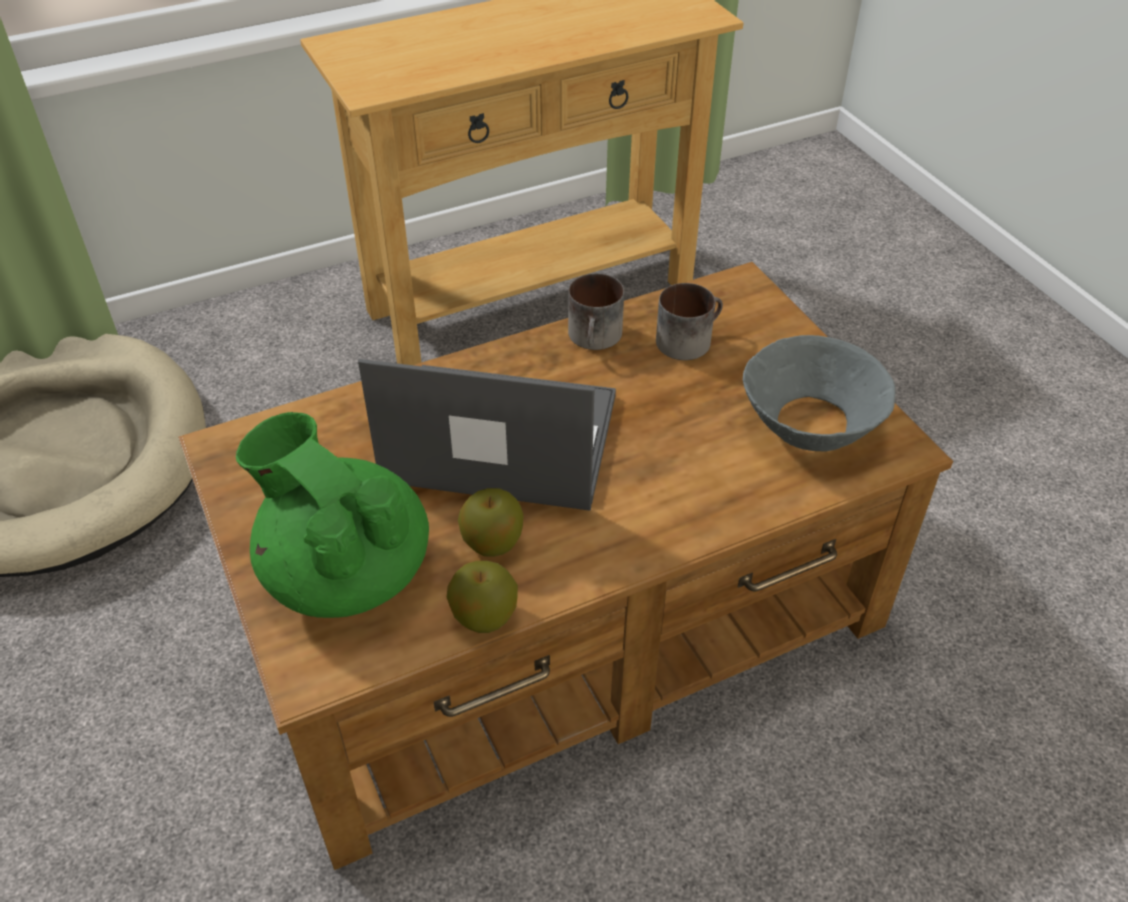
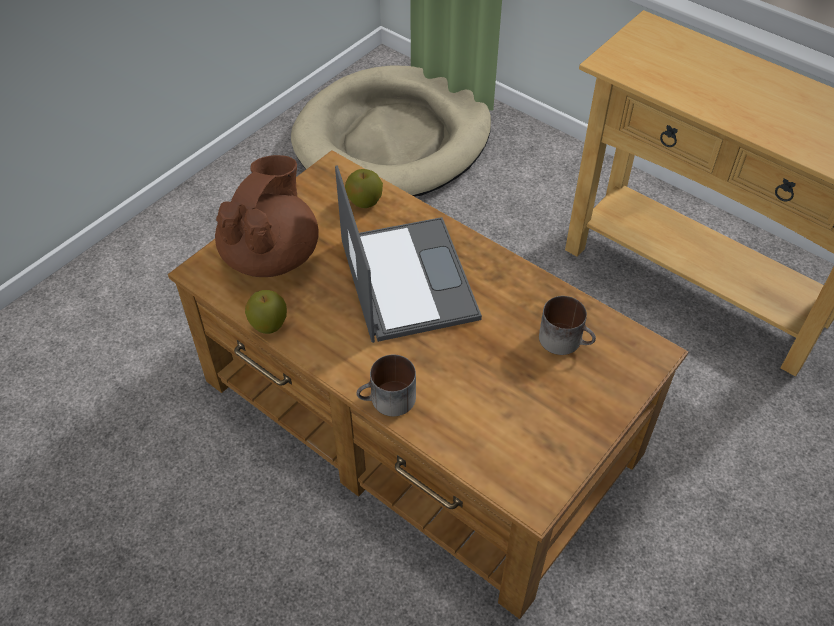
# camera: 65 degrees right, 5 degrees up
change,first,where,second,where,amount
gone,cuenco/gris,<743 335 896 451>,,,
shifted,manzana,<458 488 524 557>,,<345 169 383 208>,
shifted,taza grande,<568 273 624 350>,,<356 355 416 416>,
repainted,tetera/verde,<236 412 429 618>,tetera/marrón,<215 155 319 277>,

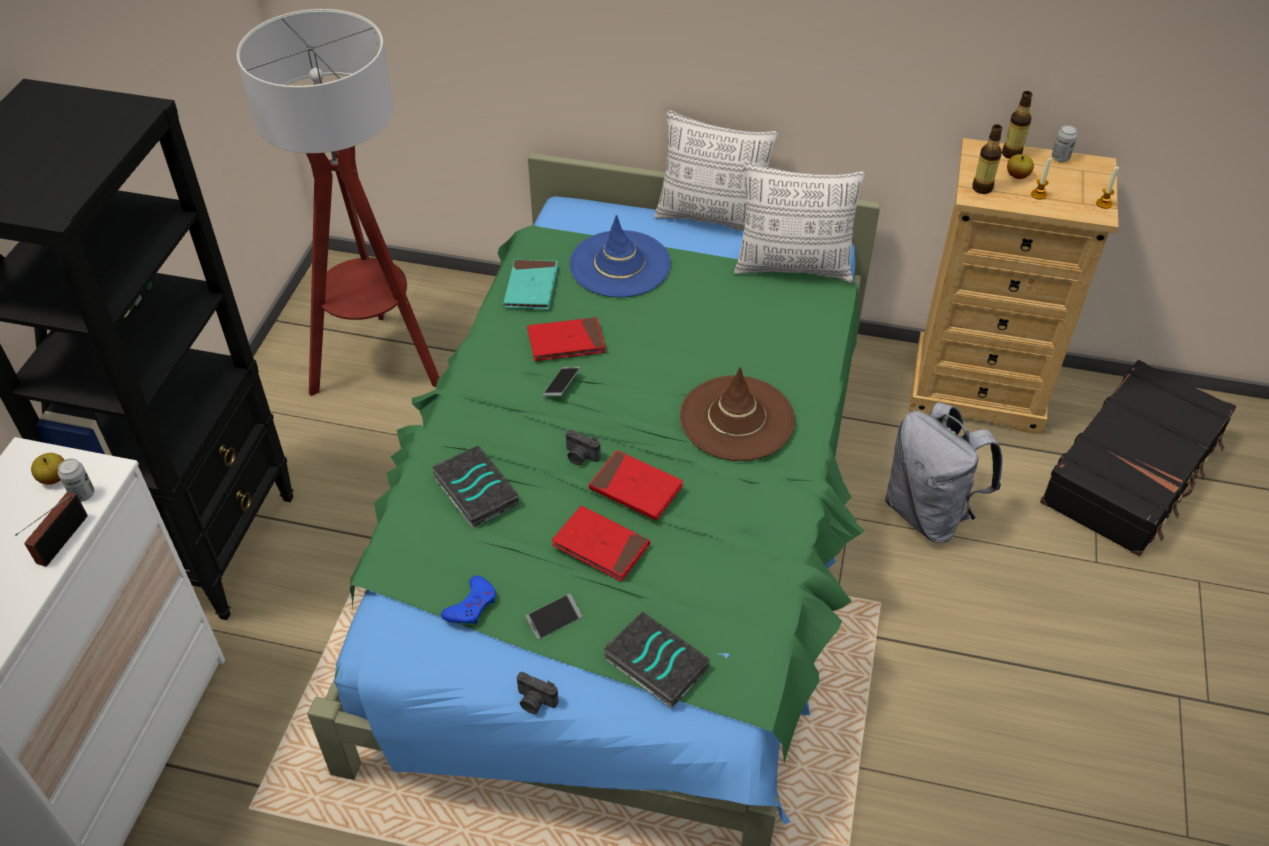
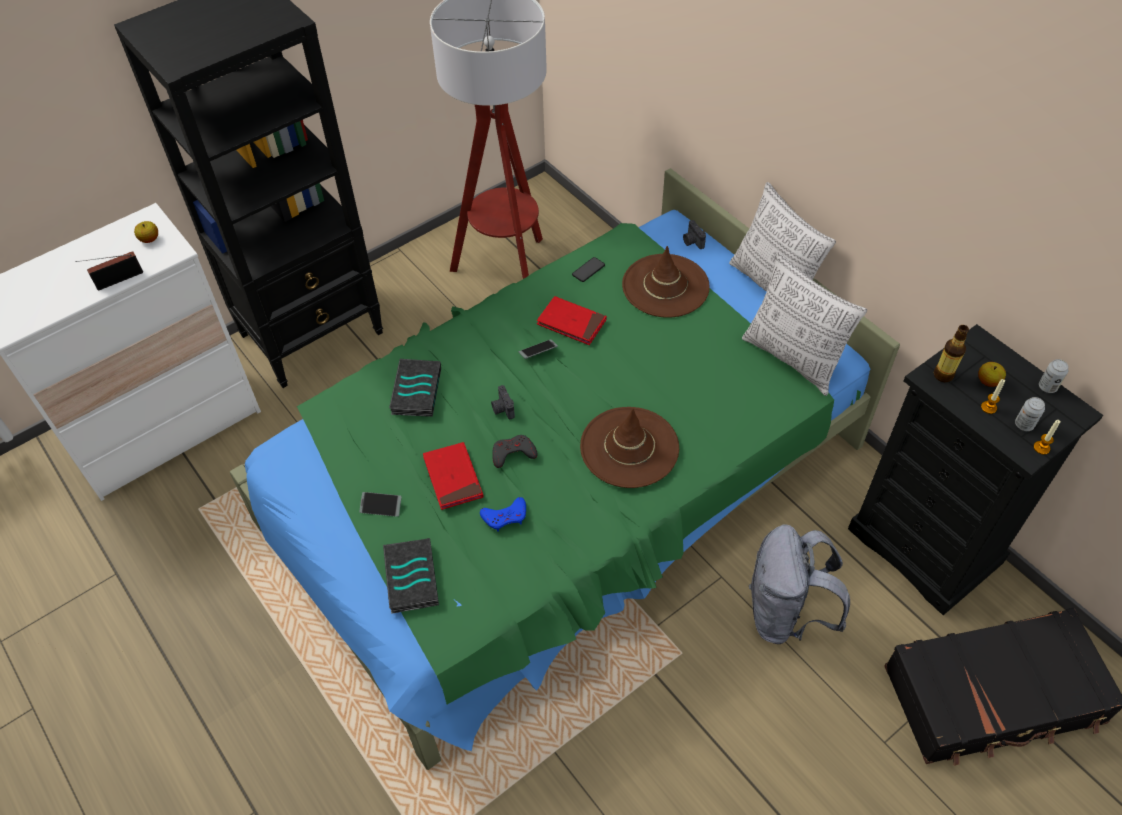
# camera: 40 degrees right, 5 degrees up
change,first,where,second,where,amount
gone,botella,<1002 91 1033 159>,,,
shifted,lata,<58 458 95 502>,,<1015 397 1045 431>,
shifted,mando de consola/azul,<441 576 496 624>,,<480 497 526 532>,
shifted,cámara,<517 672 559 714>,,<683 220 706 249>,
swapped,libro/turquesa,<503 259 558 310>,móvil,<572 257 605 282>,
swapped,libro/rojo,<589 450 683 520>,mando de consola/gris,<492 435 537 468>,
repainted,sombrero/azul,<569 215 671 297>,sombrero/marrón,<622 246 710 318>,
repainted,cómoda/beis,<909 138 1118 435>,cómoda/negro,<848 324 1103 615>,

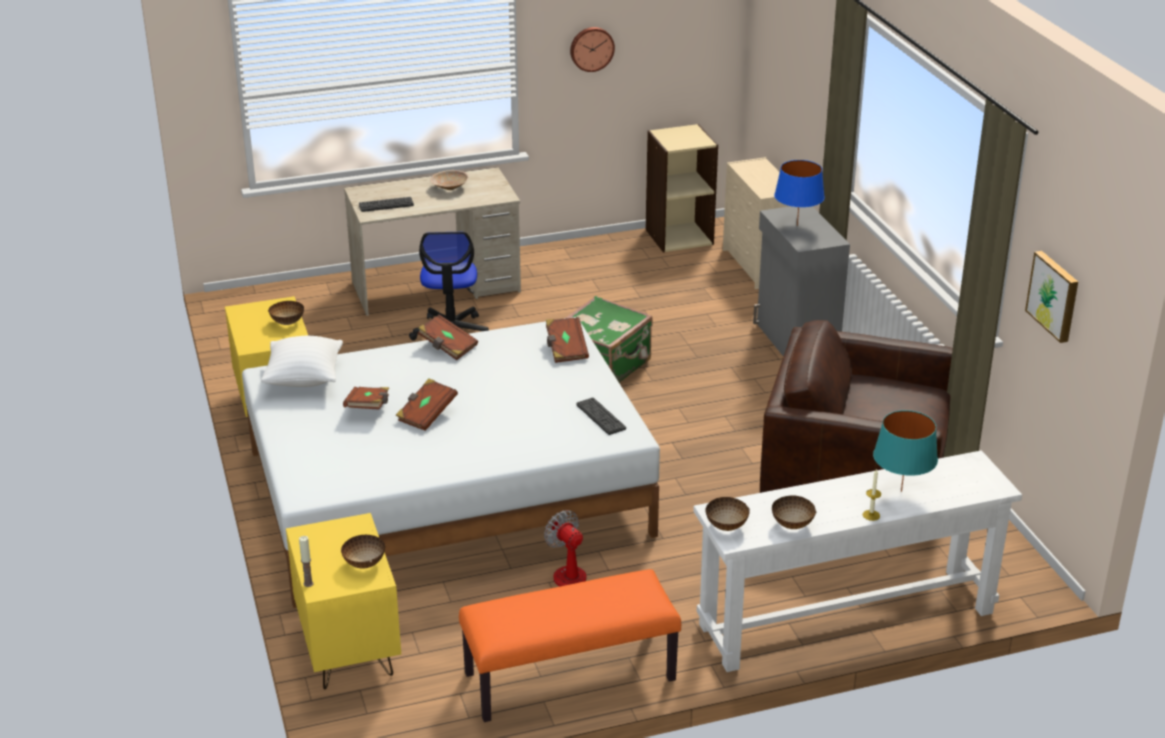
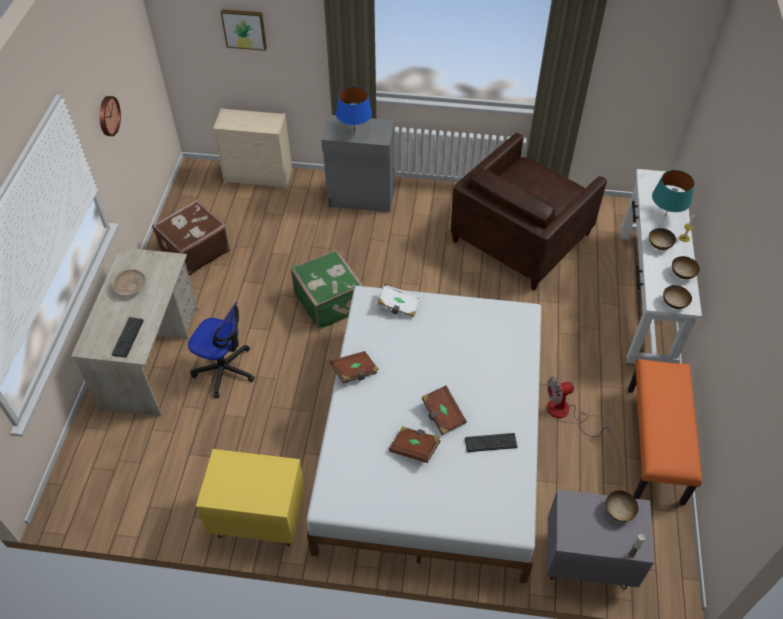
# camera: 65 degrees left, 20 degrees up
change,first,where,second,where,amount
gone,cojín/blanco,<261 336 343 387>,,,
gone,estantería/beis,<646 124 718 252>,,,
new,,,maleta/marrón,<152 200 230 275>,
shifted,cuenco,<268 301 304 325>,,<649 228 676 250>,
shifted,teclado,<576 397 626 435>,,<465 433 517 452>,
shifted,cuadro,<1025 251 1078 343>,,<221 9 267 51>,
repainted,mesita de noche/amarillo,<286 513 401 689>,mesita de noche/gris,<547 490 654 589>,
repainted,libro/marrón,<546 317 589 363>,libro/blanco,<377 283 419 319>,

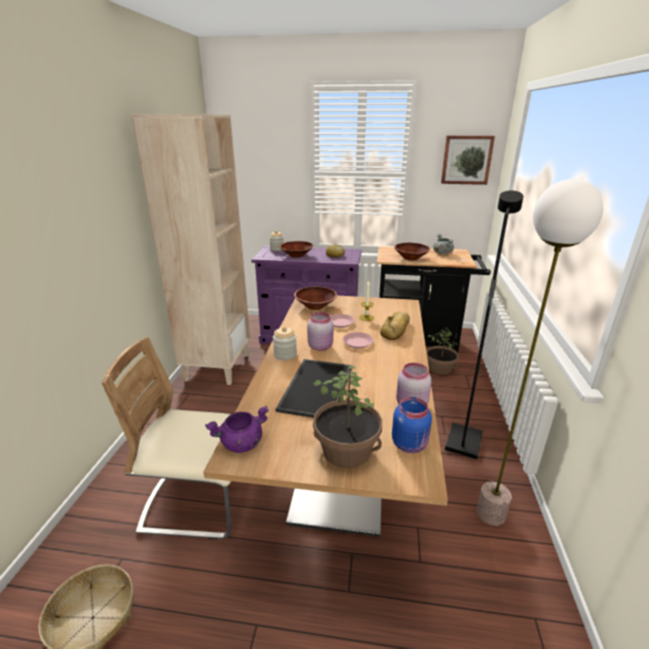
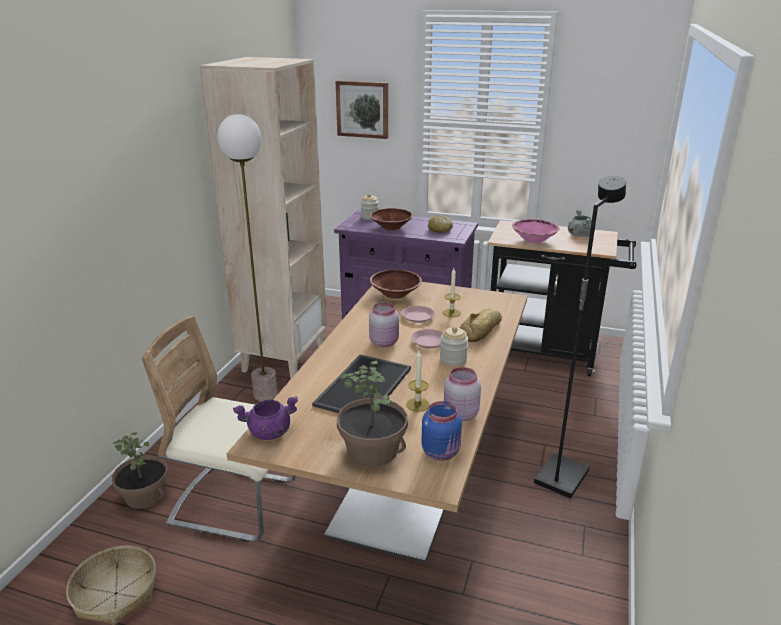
# camera: 10 degrees right, 0 degrees up
change,first,where,second,where,amount
new,,,vela,<406 351 430 412>,
shifted,tarro,<273 327 297 360>,,<440 326 468 366>,
shifted,planta en maceta,<426 328 459 375>,,<112 432 168 509>,
shifted,cuadro,<441 136 495 185>,,<336 80 388 139>,
shifted,lámpara de pie,<476 179 603 526>,,<217 114 278 401>,
repainted,cuenco/marrón,<394 243 430 260>,cuenco/rosa,<512 219 559 243>,

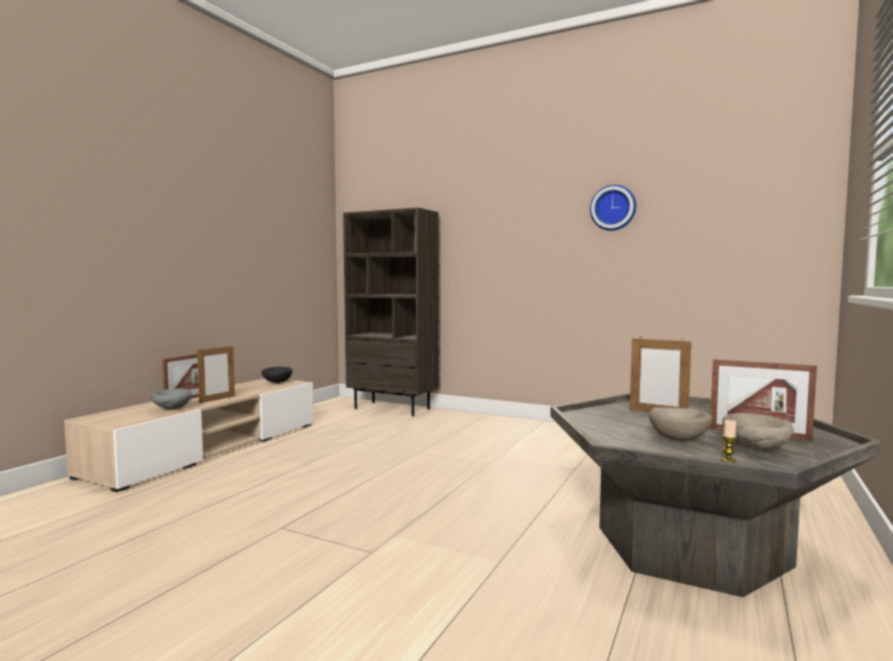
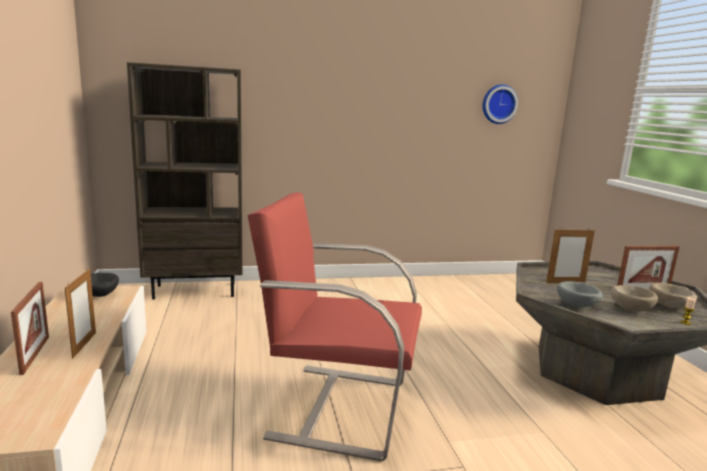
# camera: 40 degrees left, 10 degrees up
change,first,where,second,where,amount
new,,,sillón/rojo,<247 192 422 461>,
shifted,cuenco/gris,<151 389 192 409>,,<557 281 603 307>,
shifted,reloj de pared,<590 185 636 231>,,<483 84 518 124>,

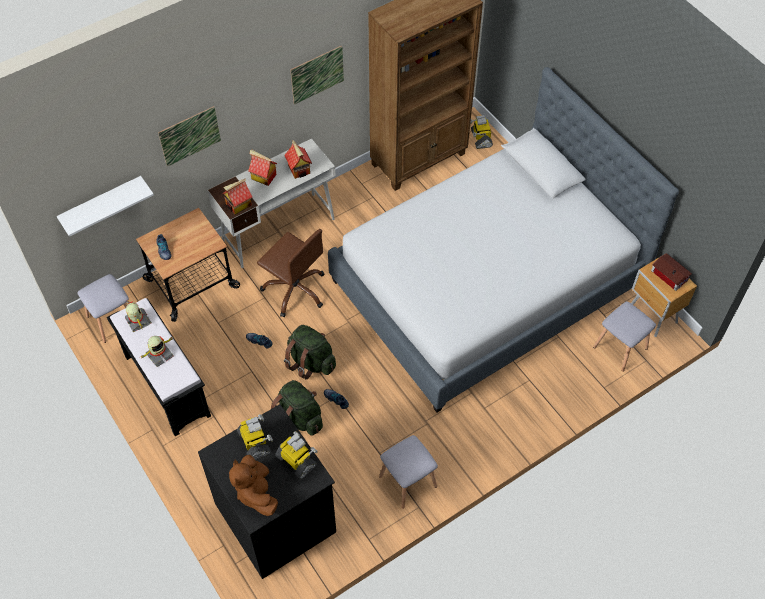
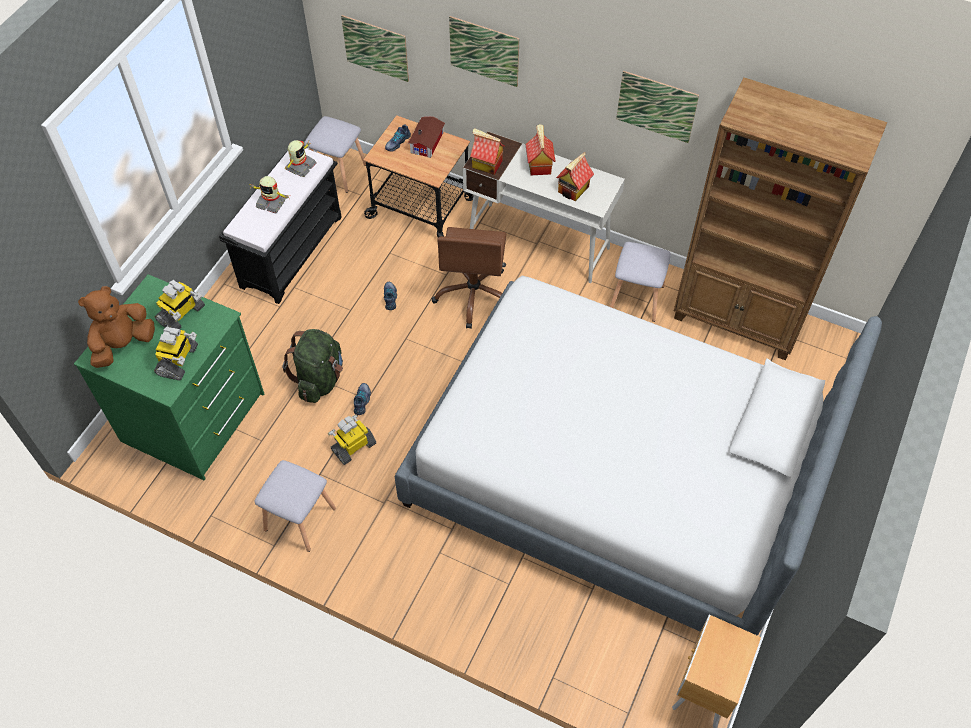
# camera: 60 degrees right, 0 degrees up
change,first,where,second,where,amount
gone,mochila/verde,<284 325 336 379>,,,
shifted,robot de juguete,<470 115 493 149>,,<328 415 376 465>,
shifted,taburete/gris,<593 302 656 372>,,<610 242 671 322>,
shifted,casita,<651 253 692 291>,,<408 116 445 158>,
swapped,estante/blanco,<57 176 154 237>,cuadro,<341 15 409 82>,
repainted,cómoda/negro,<198 404 336 579>,cómoda/verde,<74 274 264 480>,

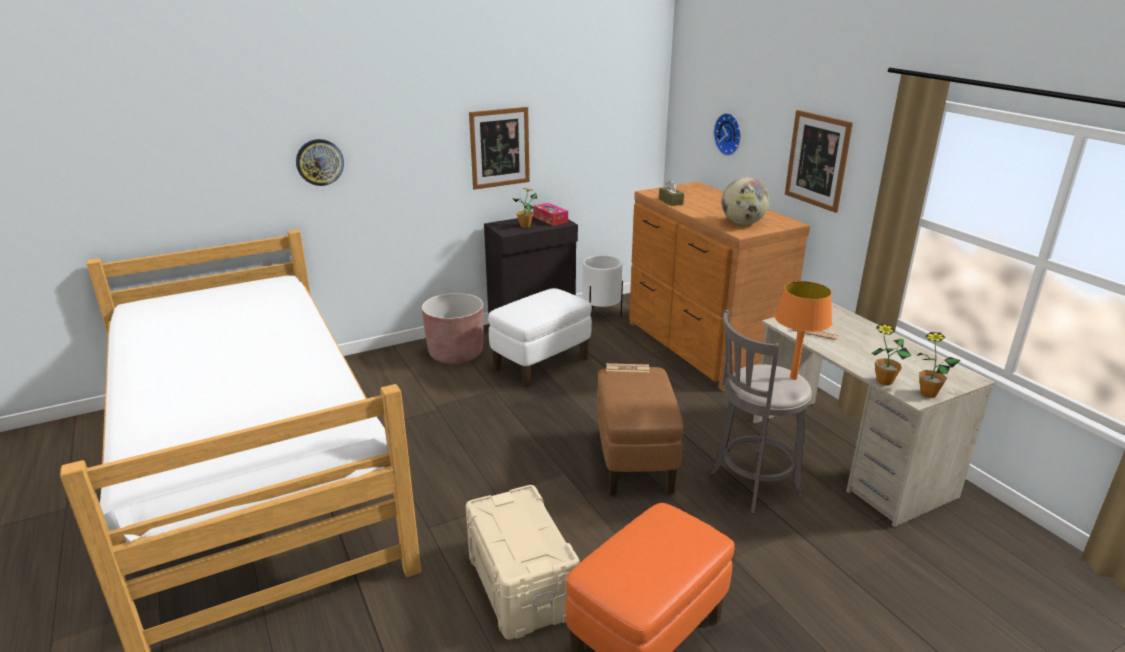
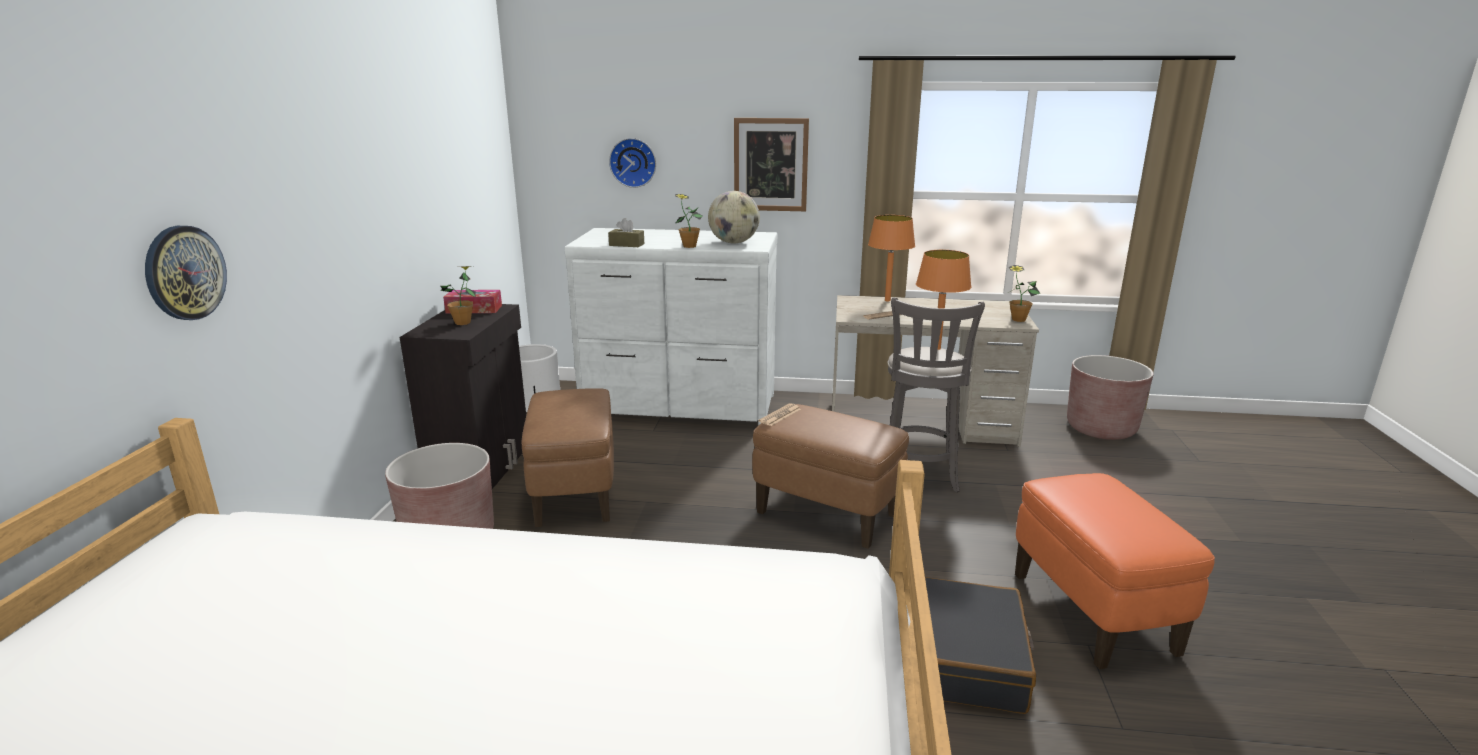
# camera: 55 degrees left, 5 degrees down
change,first,where,second,where,amount
gone,cuadro,<469 107 530 190>,,,
new,,,lámpara de mesa/naranja,<868 215 915 301>,
new,,,maceta/marrón,<1067 355 1154 440>,
shifted,planta en maceta,<871 324 911 385>,,<675 194 703 248>,
swapped,caja de almacenaje/beis,<466 485 580 640>,maleta/negro,<925 577 1036 714>,
repainted,puf/blanco,<488 288 592 388>,puf/marrón,<522 388 614 527>,
repainted,cómoda/marrón,<629 182 810 391>,cómoda/blanco,<564 228 777 426>,

